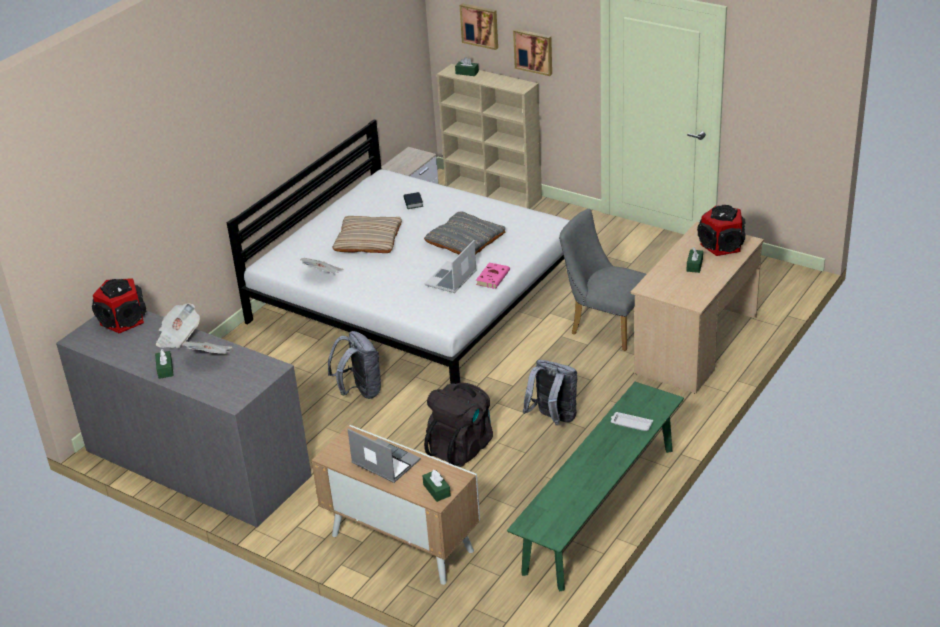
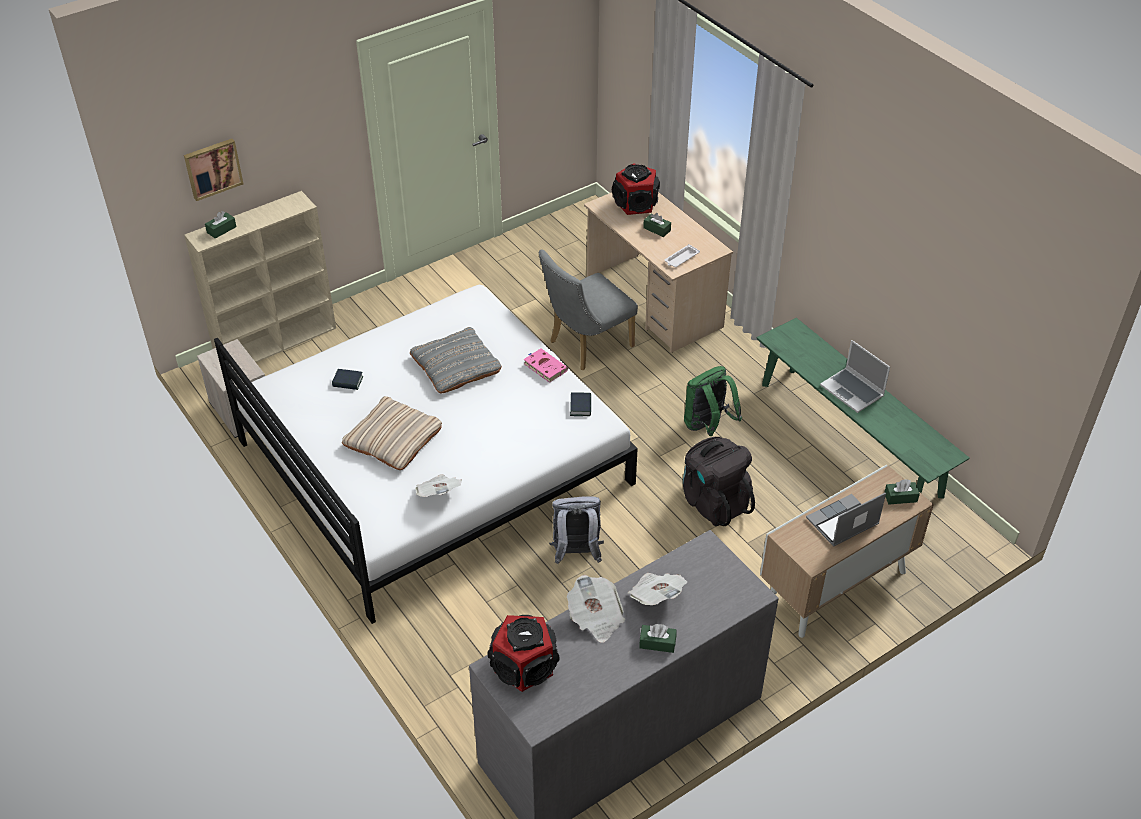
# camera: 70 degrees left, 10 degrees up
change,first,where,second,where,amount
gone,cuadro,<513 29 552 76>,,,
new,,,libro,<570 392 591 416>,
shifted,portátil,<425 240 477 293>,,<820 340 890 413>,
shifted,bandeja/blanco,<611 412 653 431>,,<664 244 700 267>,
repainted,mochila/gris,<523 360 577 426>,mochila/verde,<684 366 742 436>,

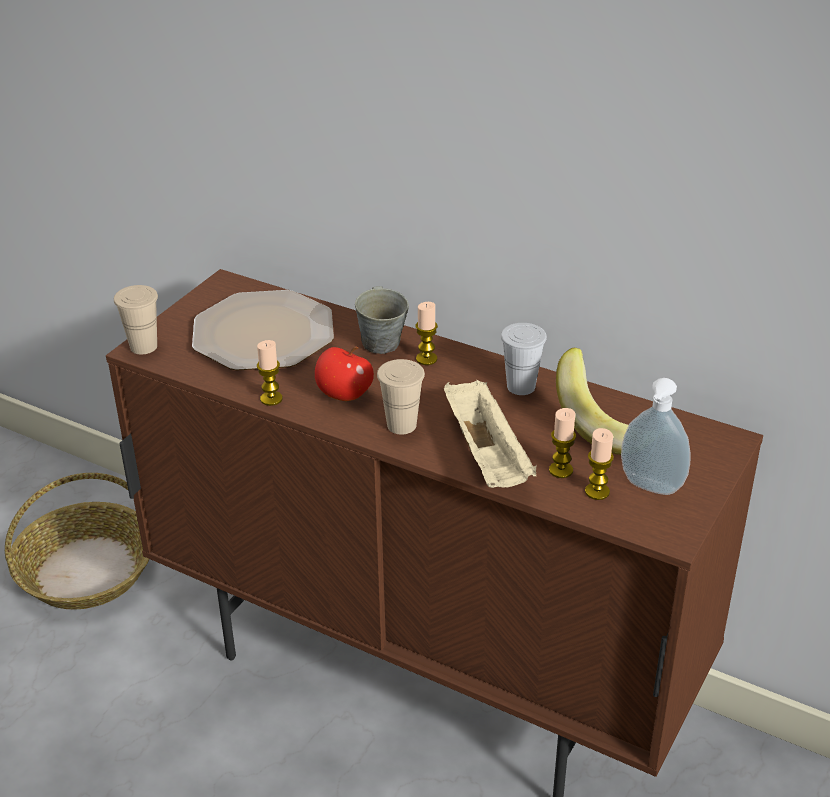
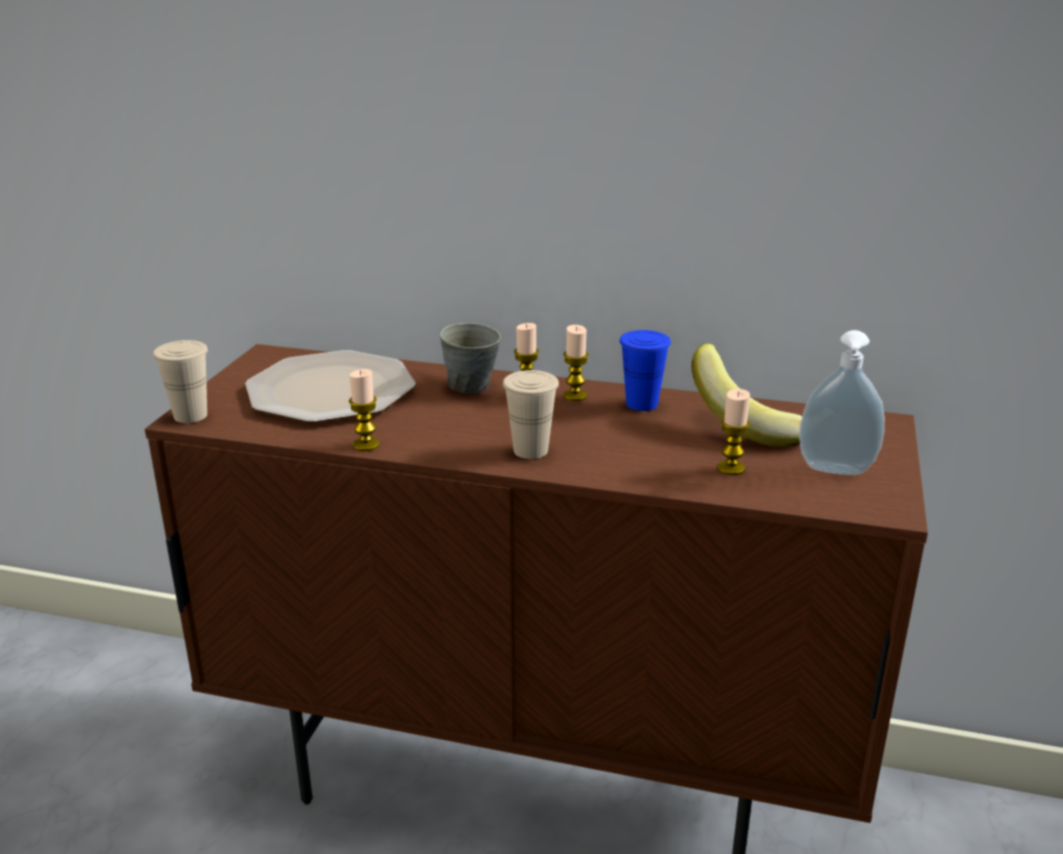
# camera: 15 degrees left, 10 degrees down
change,first,where,second,where,amount
gone,cesta,<5 473 150 610>,,,
gone,manzana,<315 346 374 401>,,,
gone,bandeja/beis,<444 380 536 488>,,,
shifted,vela,<585 428 614 500>,,<563 325 588 401>,
repainted,taza/blanco,<501 323 547 395>,taza/azul,<620 330 671 411>,

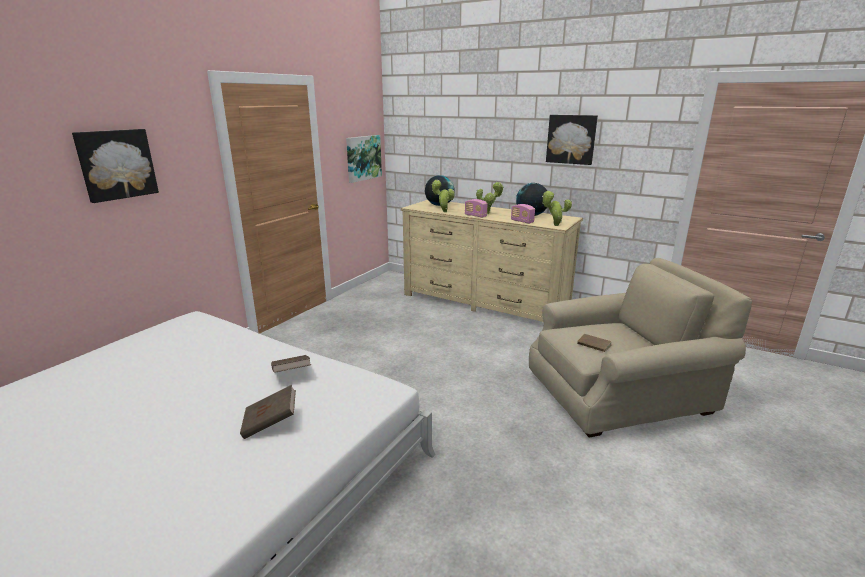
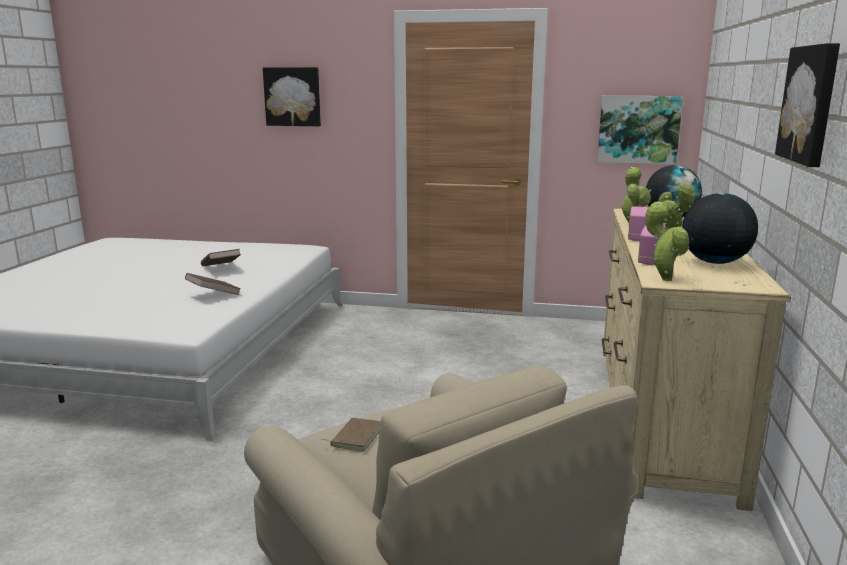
# camera: 70 degrees right, 5 degrees down
change,first,where,second,where,amount
shifted,libro/marrón,<240 385 296 439>,,<201 249 241 267>,

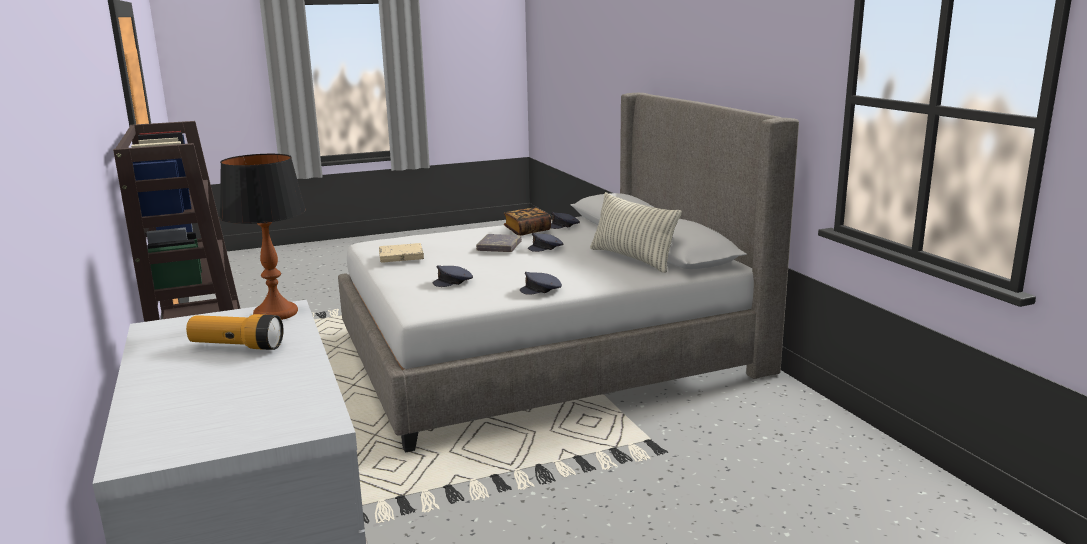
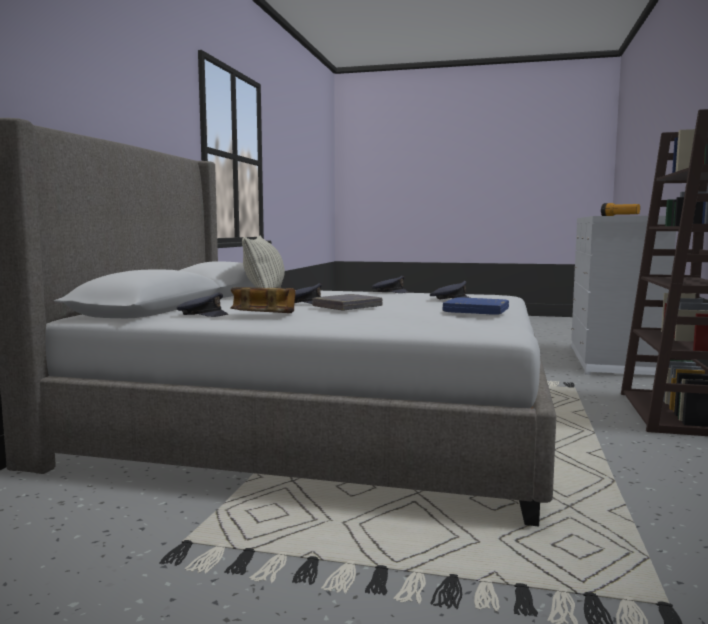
# camera: 145 degrees left, 10 degrees down
change,first,where,second,where,amount
gone,lámpara de mesa,<219 154 306 320>,,,
repainted,libro/beis,<379 243 424 263>,libro/azul,<443 298 509 315>,

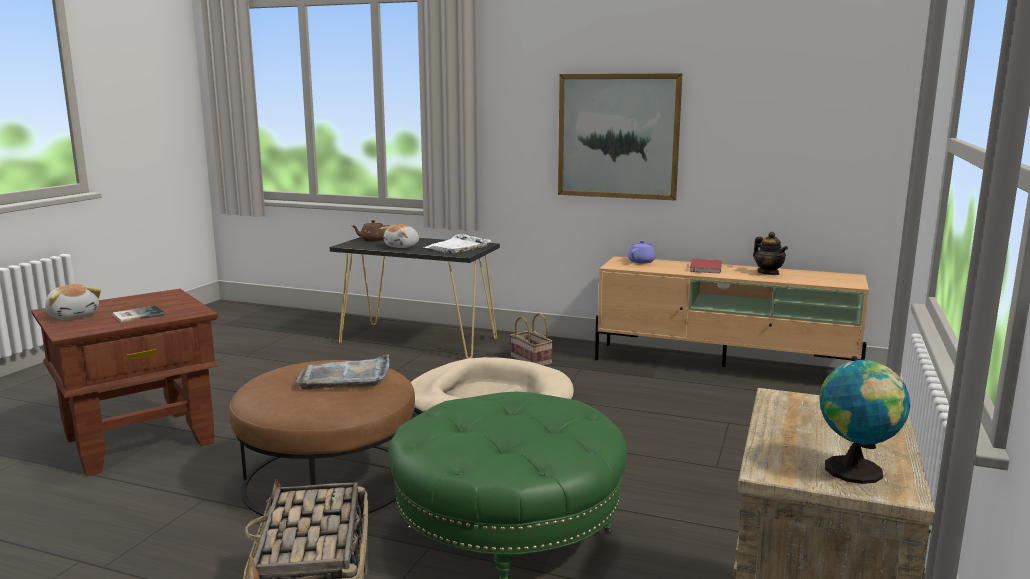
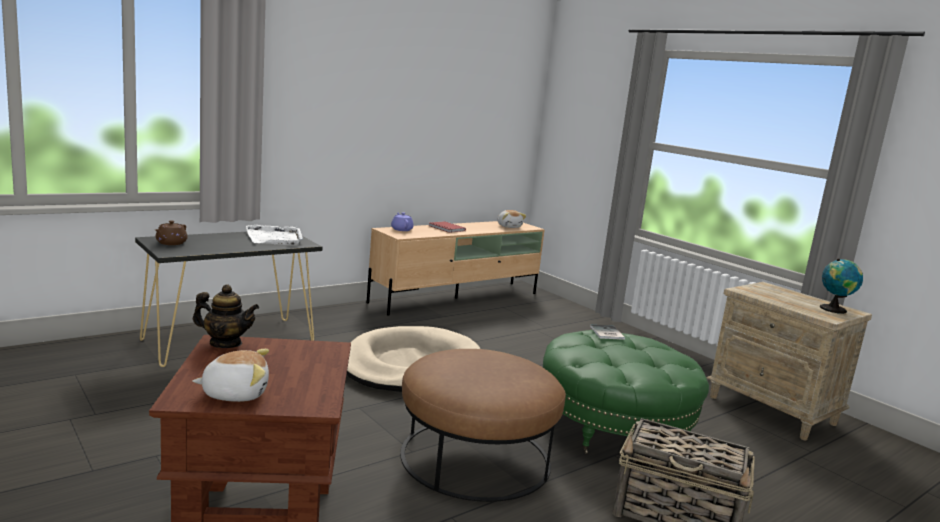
# camera: 60 degrees left, 0 degrees up
change,first,where,second,where,amount
gone,bandeja/gris,<296 354 389 389>,,,
gone,cesta,<510 313 553 366>,,,
gone,cuadro,<558 73 682 200>,,,
shifted,libro,<112 306 165 322>,,<590 325 625 340>,
shifted,peluche,<380 224 419 248>,,<497 210 526 228>,
shifted,tetera,<753 232 788 275>,,<193 284 259 348>,

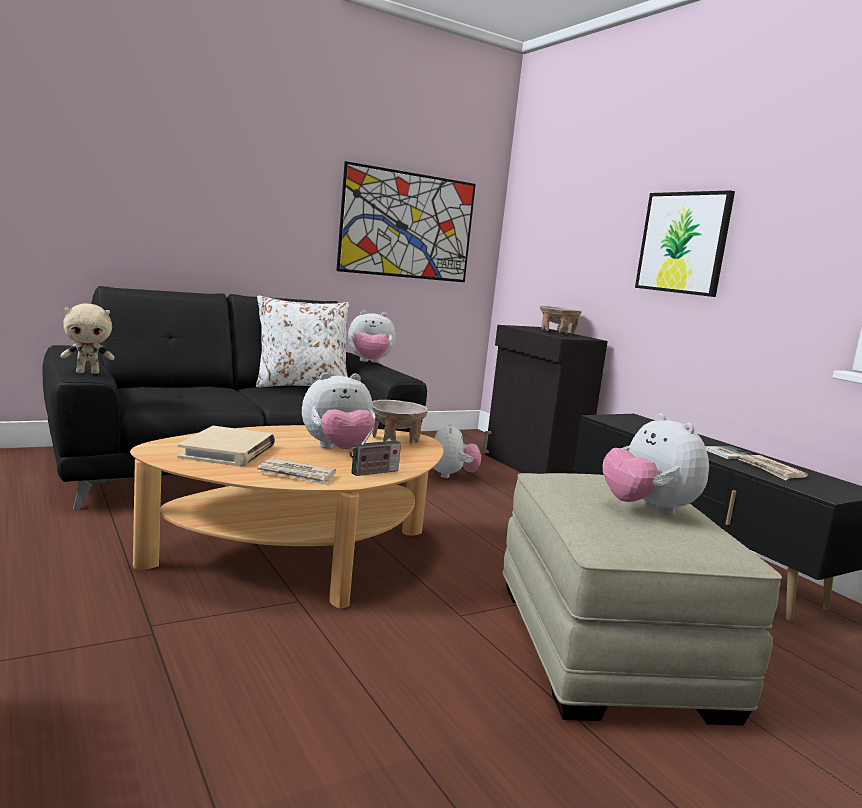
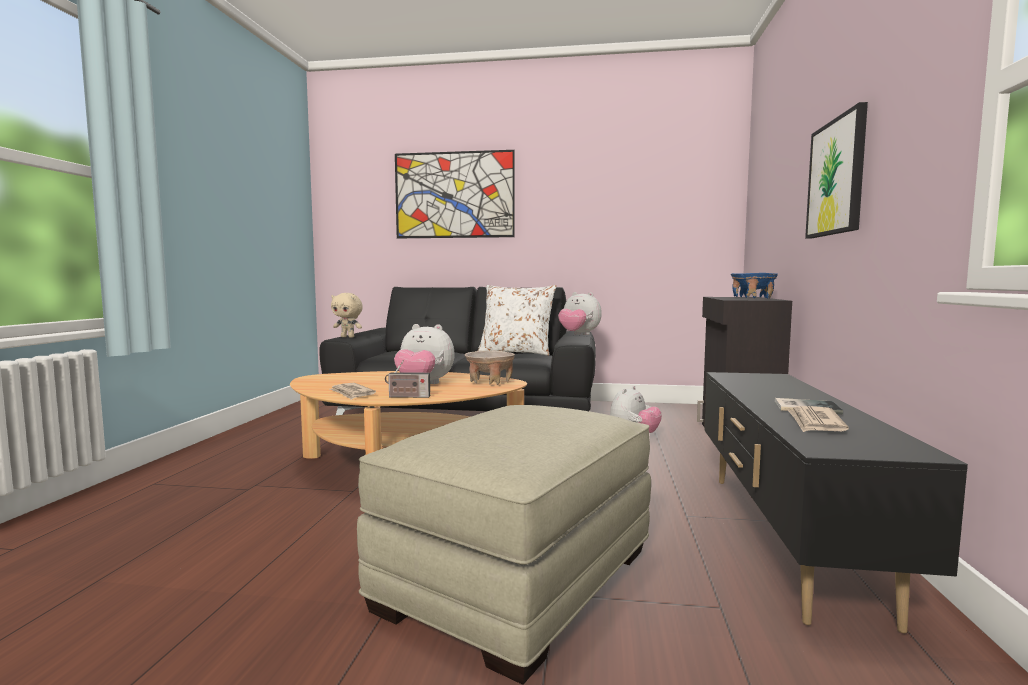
# camera: 40 degrees right, 5 degrees down
change,first,where,second,where,amount
gone,libro/beis,<177 426 275 467>,,,
gone,peluche,<603 413 709 515>,,,
shifted,cuadro,<336 161 476 282>,,<395 150 515 238>,
repainted,cuenco/beis,<540 306 582 334>,cuenco/azul,<731 273 778 299>,

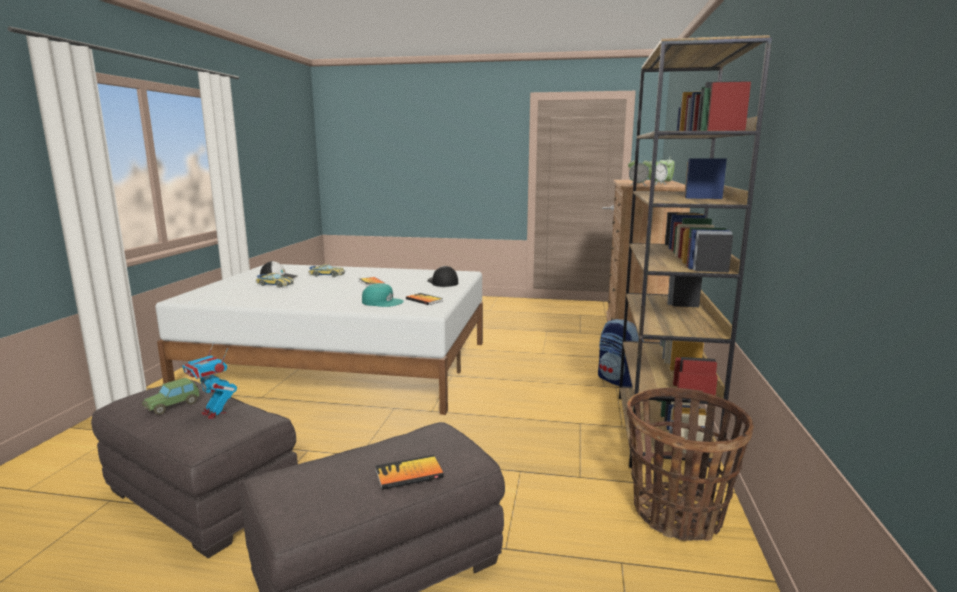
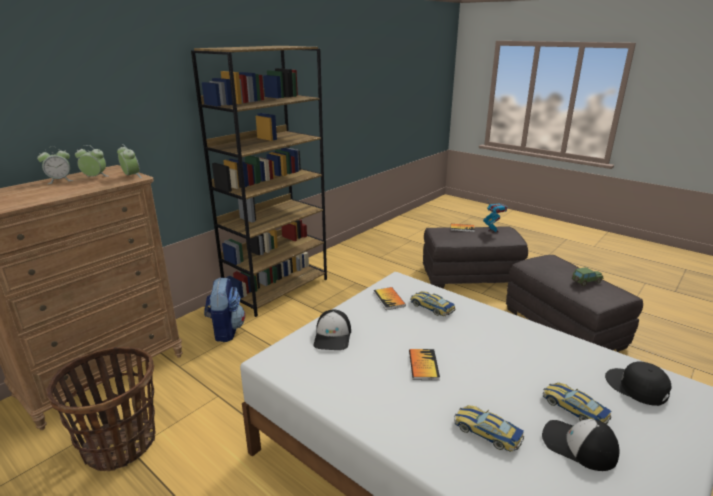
# camera: 150 degrees left, 10 degrees up
change,first,where,second,where,amount
new,,,gorra/negro,<605 361 671 406>,
shifted,robot de juguete,<182 342 237 419>,,<483 199 507 233>,
shifted,cesta,<627 388 754 541>,,<46 347 156 471>,
swapped,gorra/turquesa,<362 283 404 307>,coche de juguete,<410 291 455 316>,

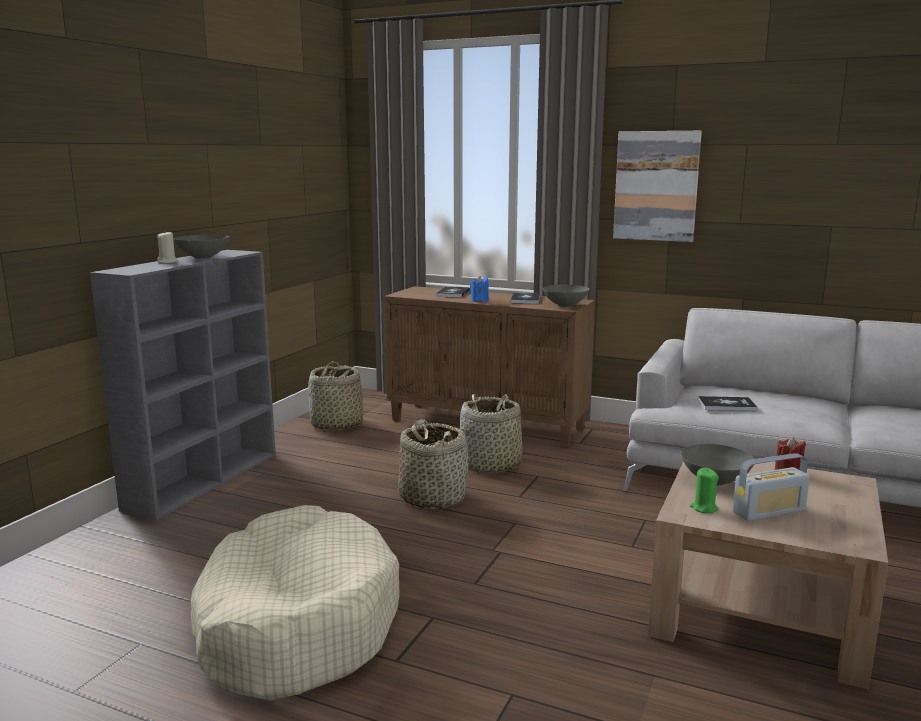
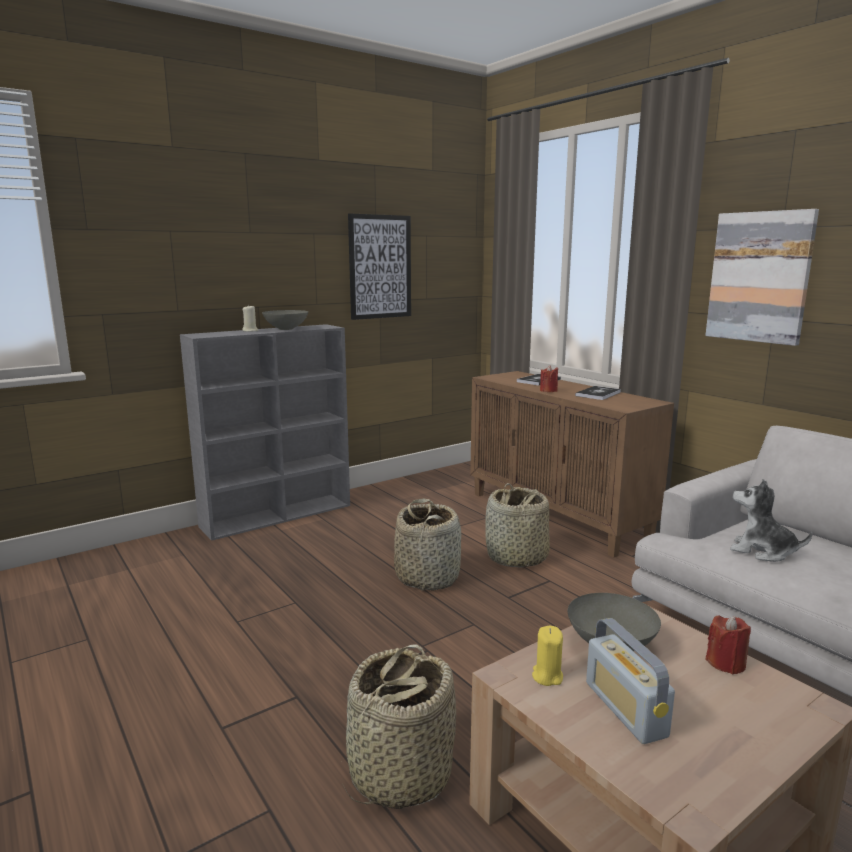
# camera: 30 degrees right, 0 degrees up
change,first,where,second,where,amount
gone,cama para perro/beis,<191 505 400 701>,,,
gone,cuenco/gris,<543 285 589 307>,,,
new,,,cuadro,<348 213 411 320>,
shifted,cesta,<308 361 363 431>,,<341 644 456 809>,
swapped,libro,<698 396 758 411>,peluche,<730 479 812 562>,
repainted,vela/azul,<470 276 489 302>,vela/rojo,<540 365 558 392>,
repainted,vela/verde,<690 468 719 513>,vela/amarillo,<532 626 563 686>,
rotated,radio,<733 453 810 521>,,<586 618 675 744>,60 degrees clockwise

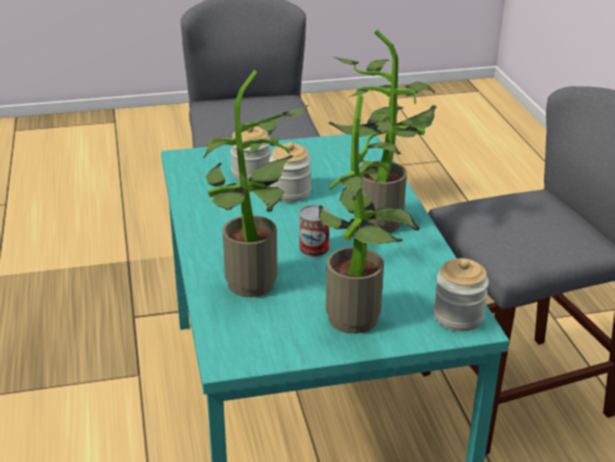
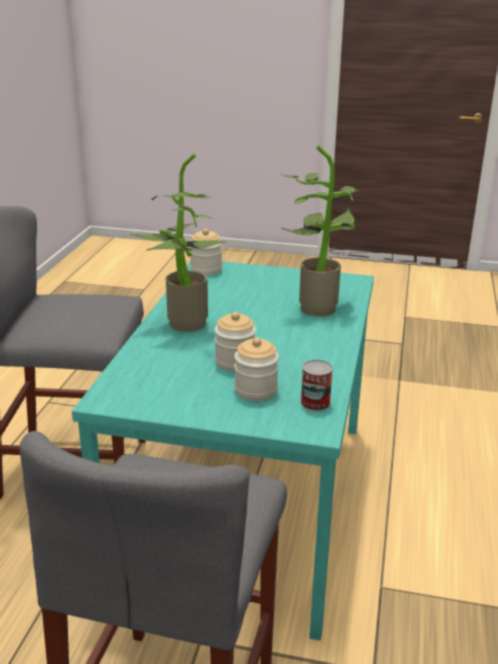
# camera: 155 degrees left, 5 degrees down
change,first,where,second,where,amount
gone,planta en maceta,<319 95 420 334>,,,
shifted,lata,<299 205 330 257>,,<301 360 333 411>,

